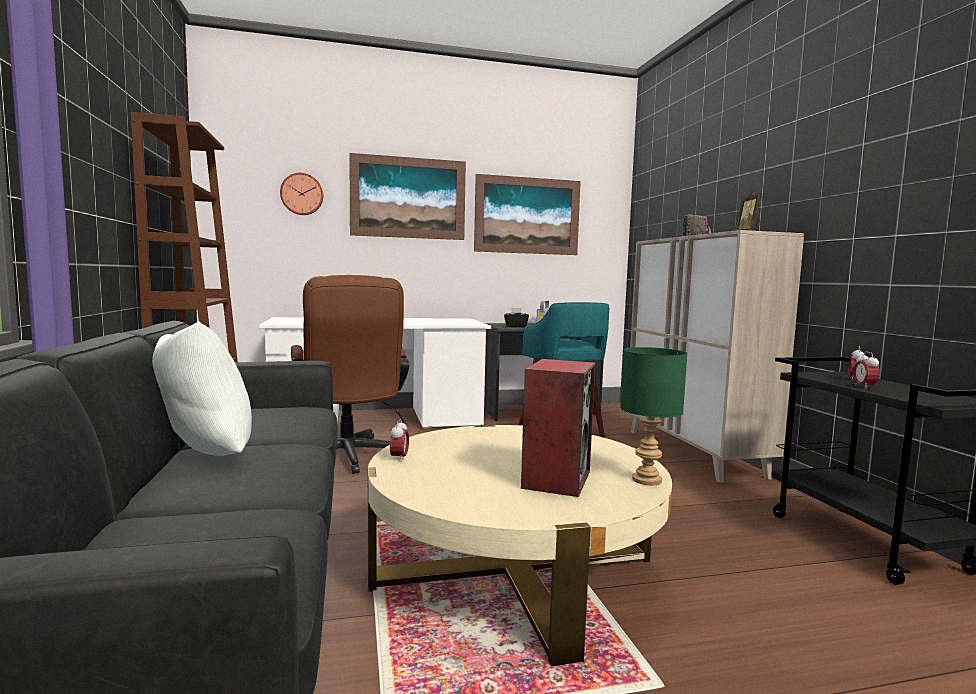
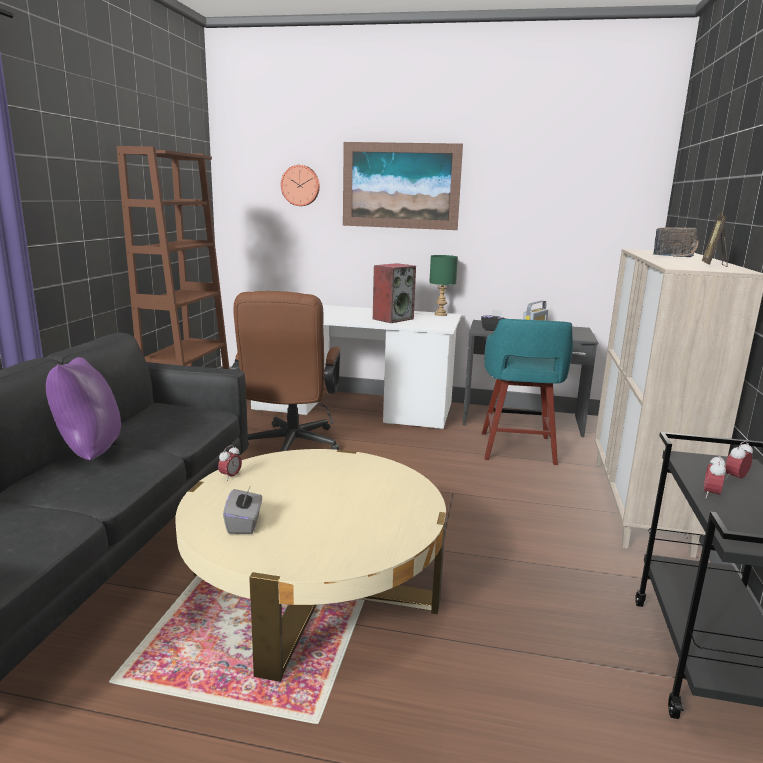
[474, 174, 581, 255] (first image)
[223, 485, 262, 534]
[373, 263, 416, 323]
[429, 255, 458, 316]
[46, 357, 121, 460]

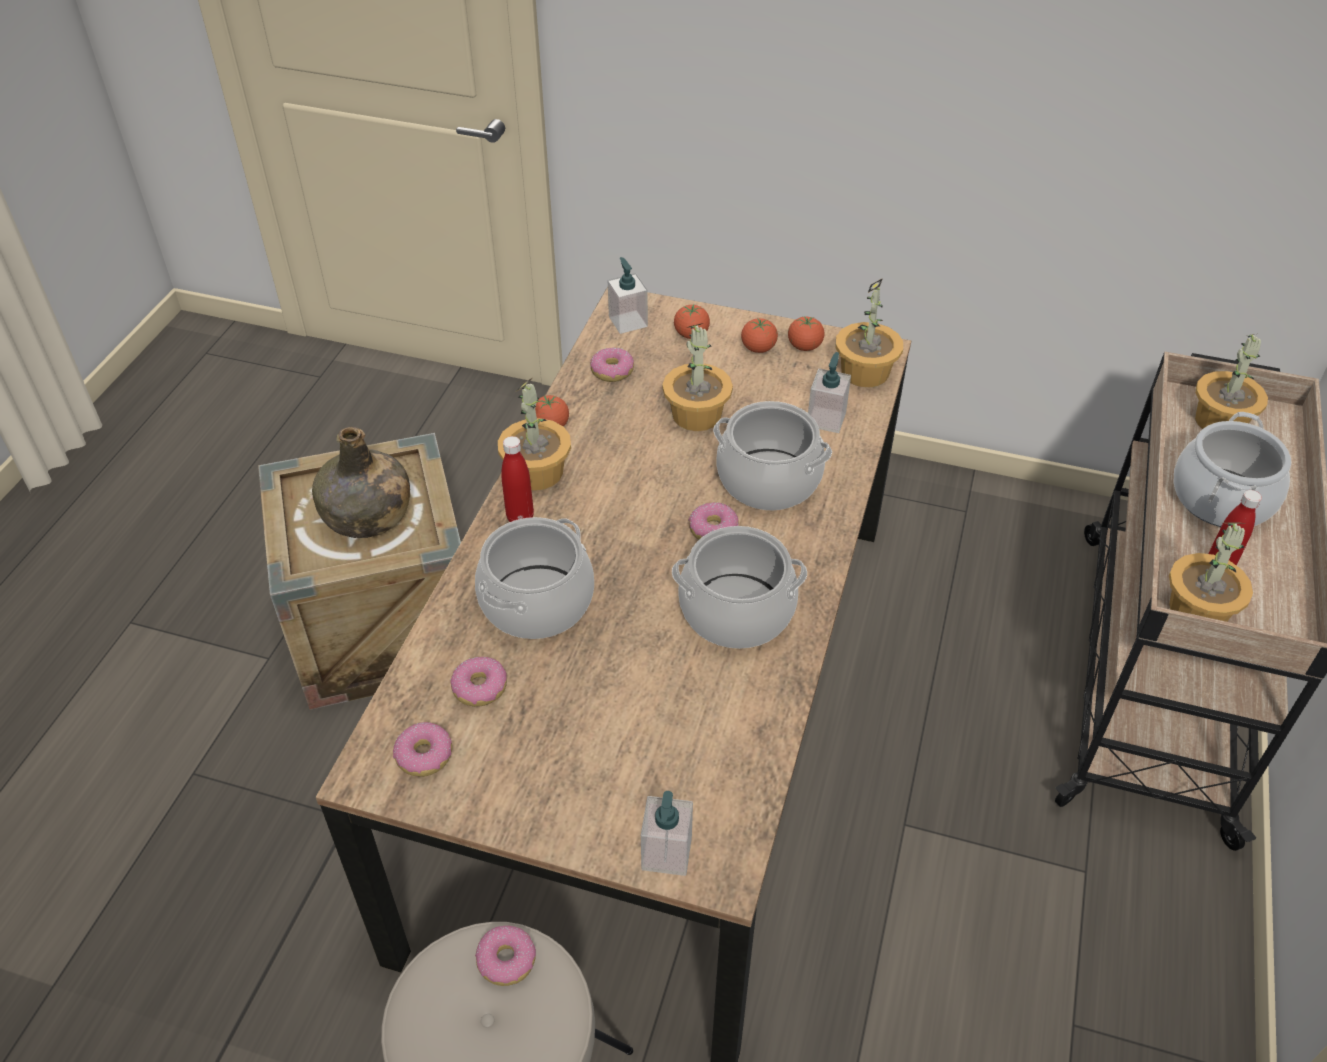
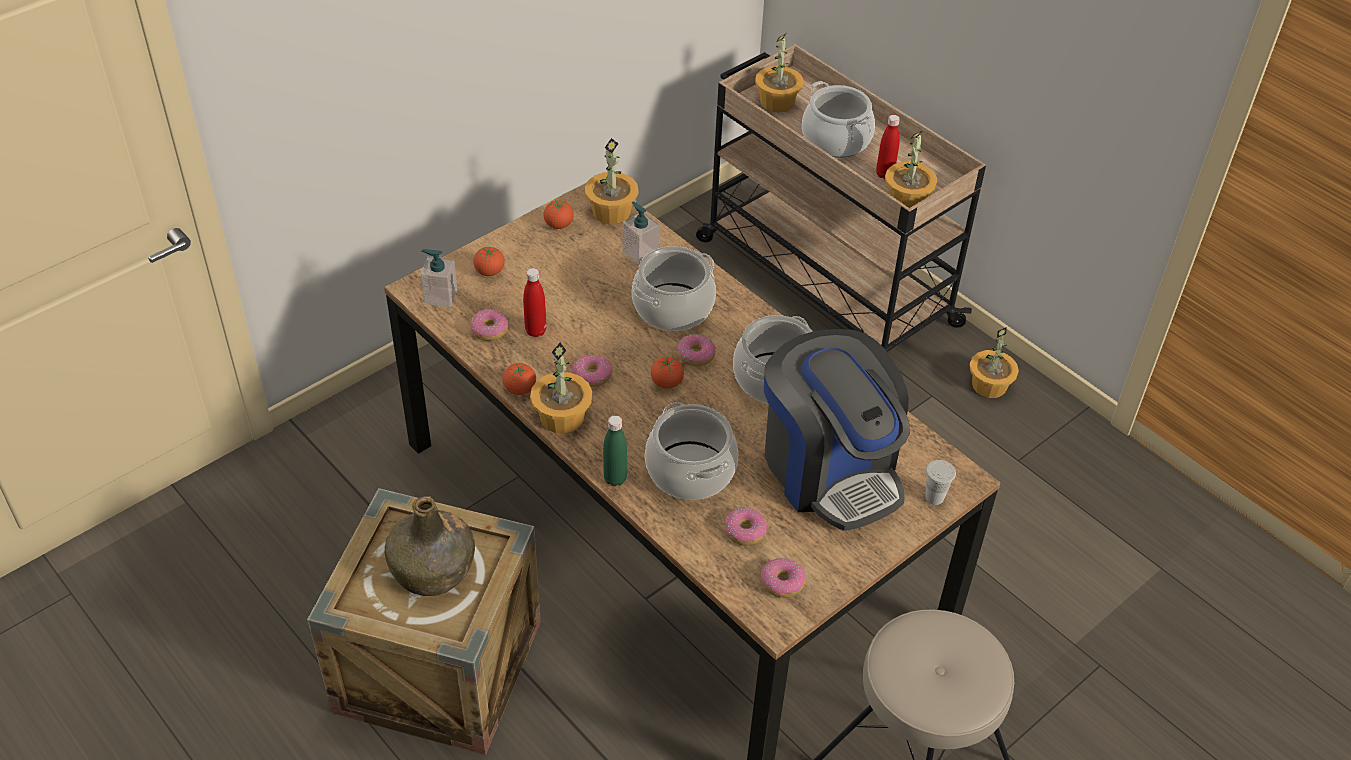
[603, 415, 627, 486]
[764, 329, 910, 531]
[572, 355, 613, 387]
[523, 268, 546, 337]
[969, 327, 1019, 398]
[651, 356, 684, 389]
[925, 460, 956, 505]

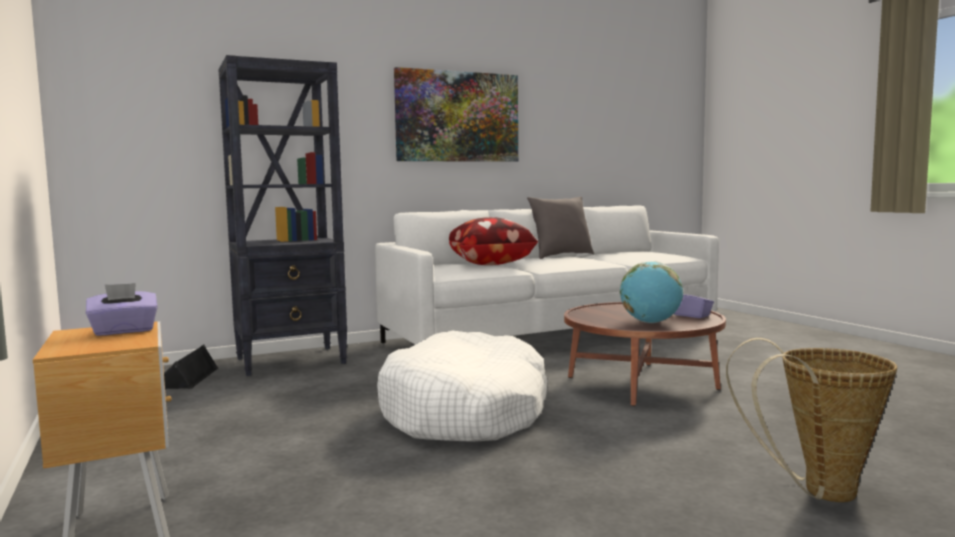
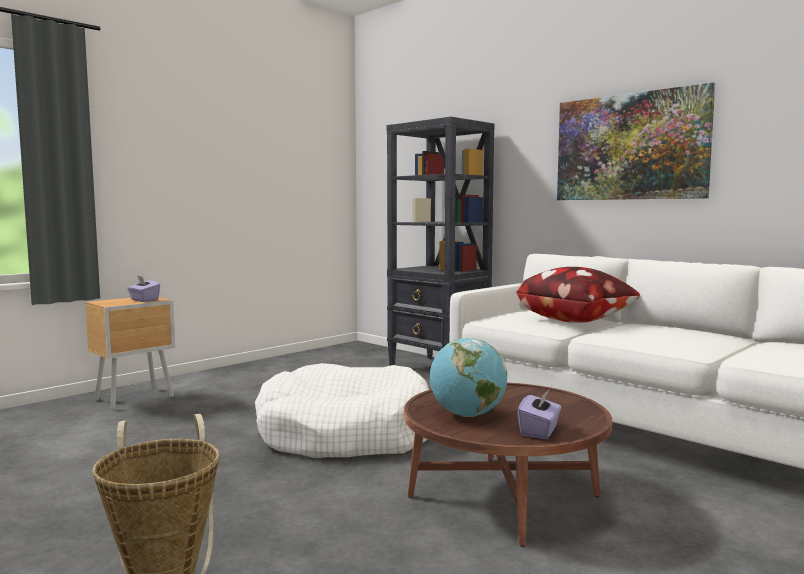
[164, 344, 219, 389] (first image)
[527, 197, 594, 259] (first image)

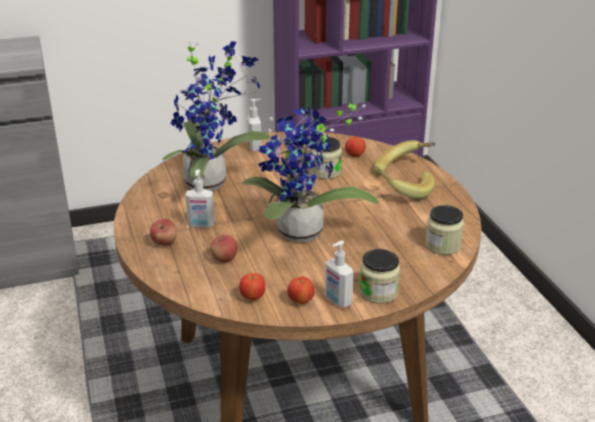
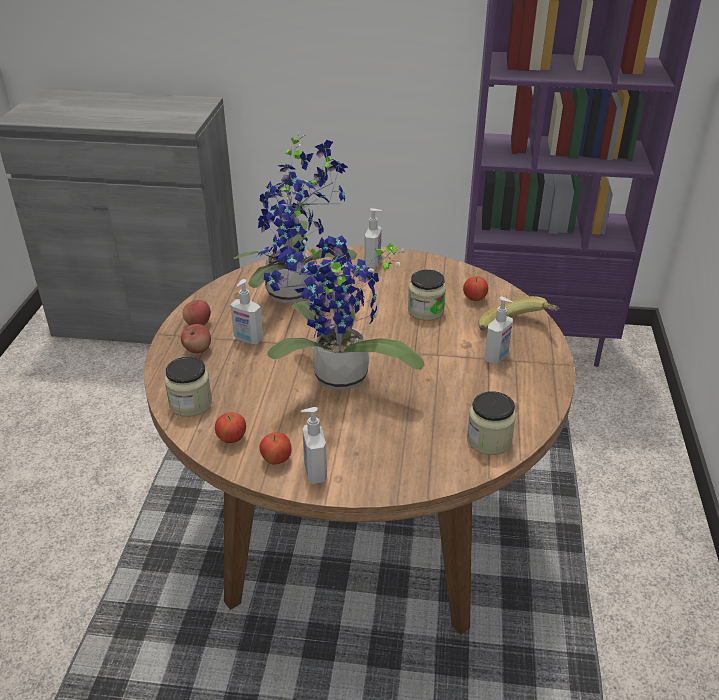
[183, 300, 211, 326]
[165, 357, 212, 417]
[484, 296, 513, 365]

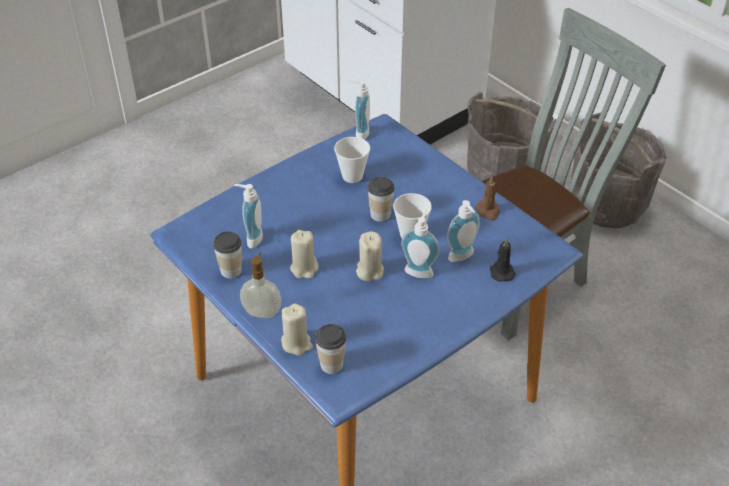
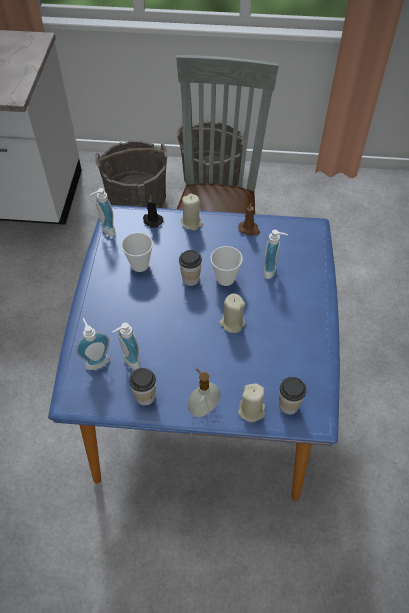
[181, 194, 203, 231]
[76, 318, 110, 370]
[143, 195, 163, 228]

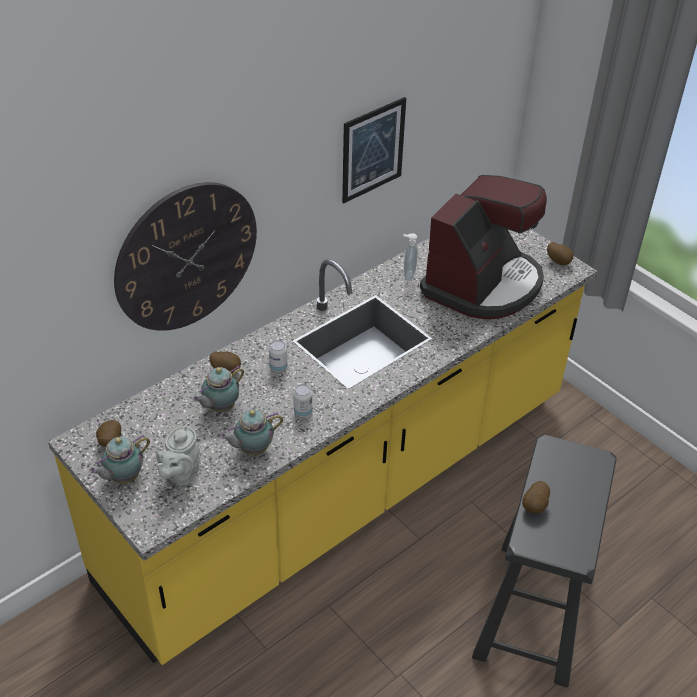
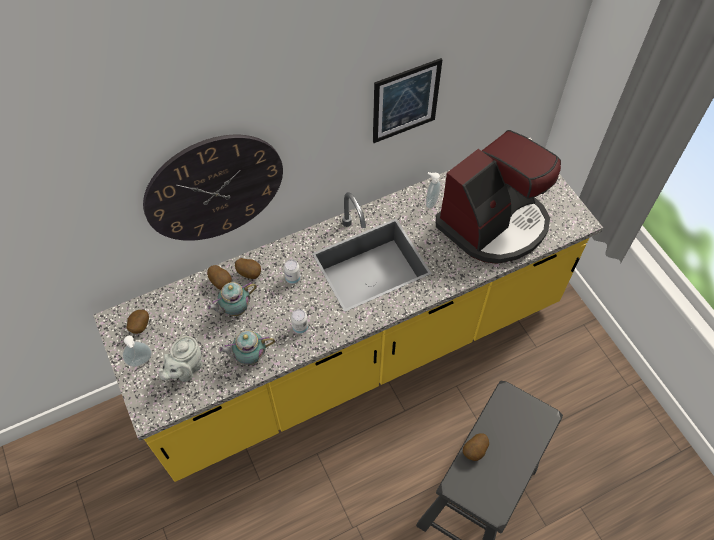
[207, 265, 232, 290]
[123, 336, 152, 367]

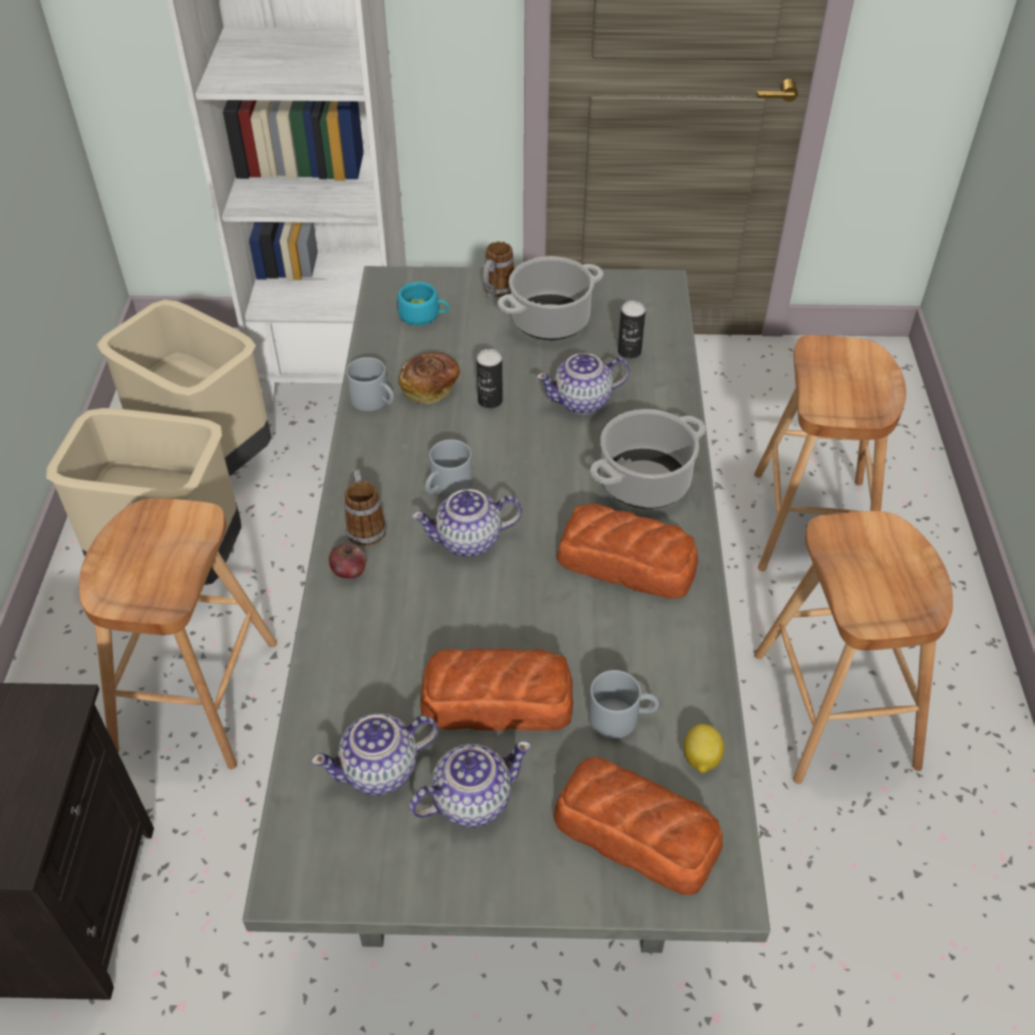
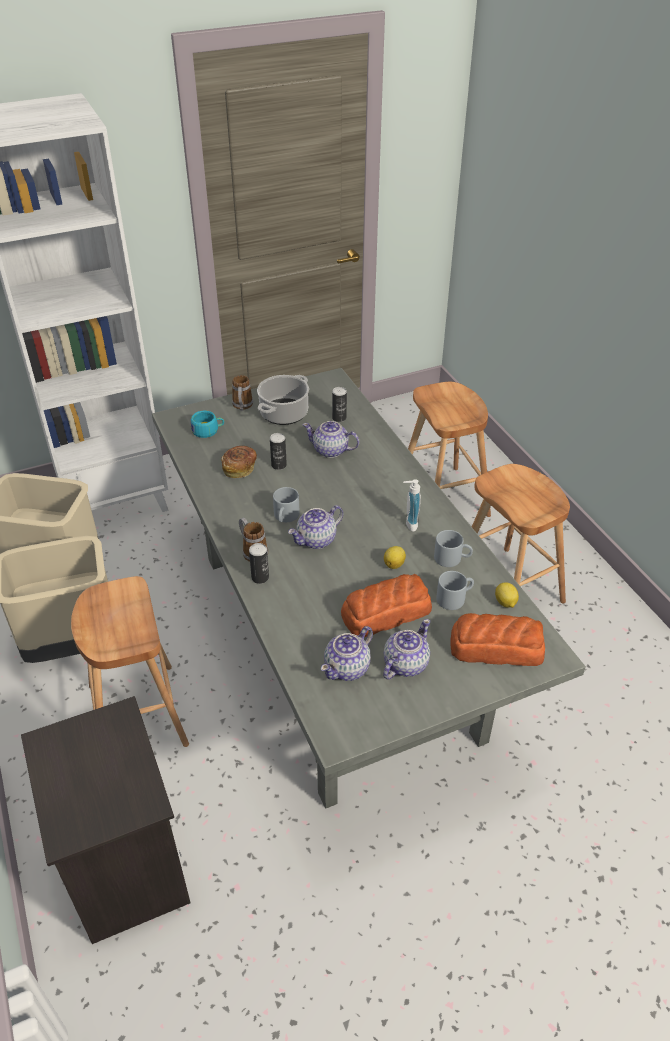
[590, 409, 706, 509] (first image)
[384, 546, 406, 569]
[434, 530, 473, 567]
[249, 543, 269, 584]
[403, 479, 421, 532]
[303, 421, 359, 458]

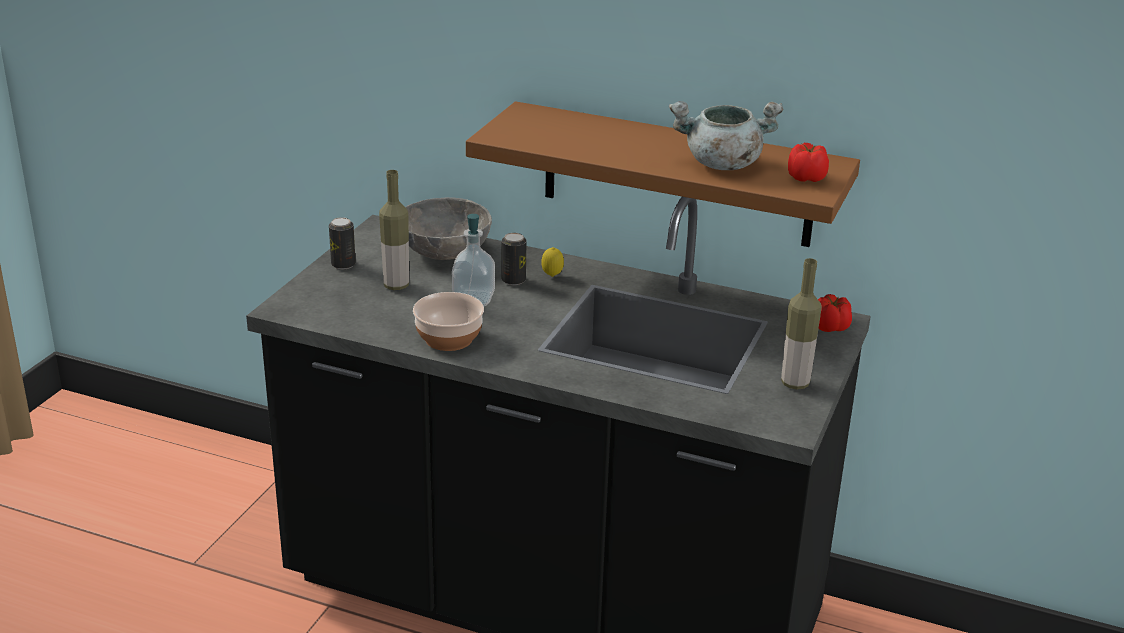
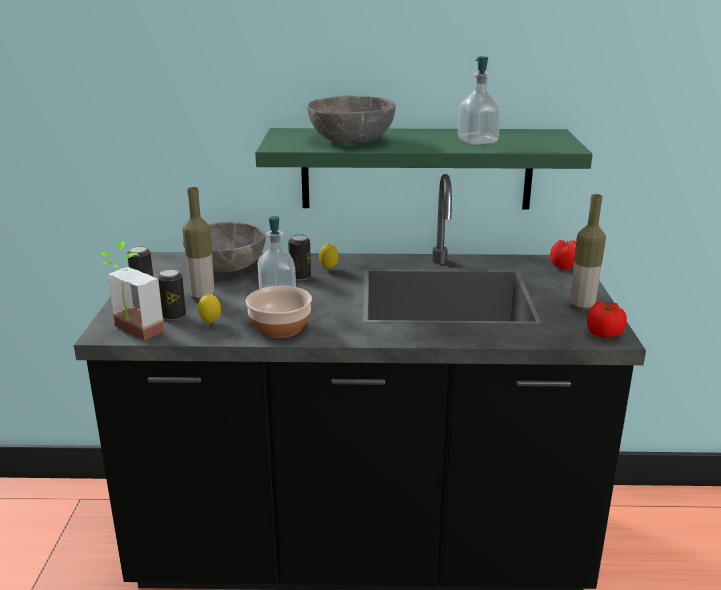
[97, 242, 165, 340]
[157, 269, 186, 320]
[198, 294, 221, 324]
[307, 95, 396, 143]
[587, 302, 627, 338]
[458, 56, 501, 145]
[255, 128, 593, 209]

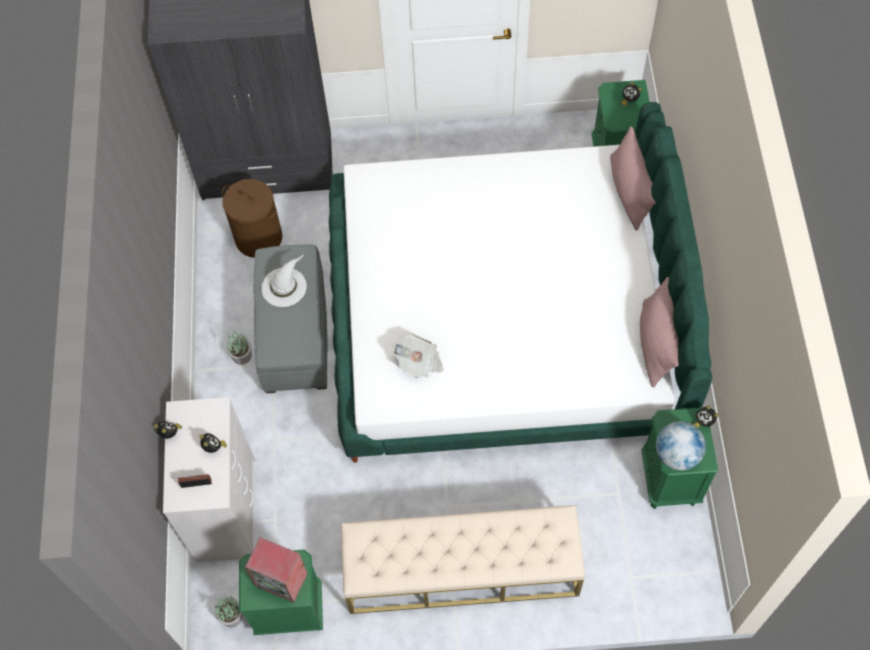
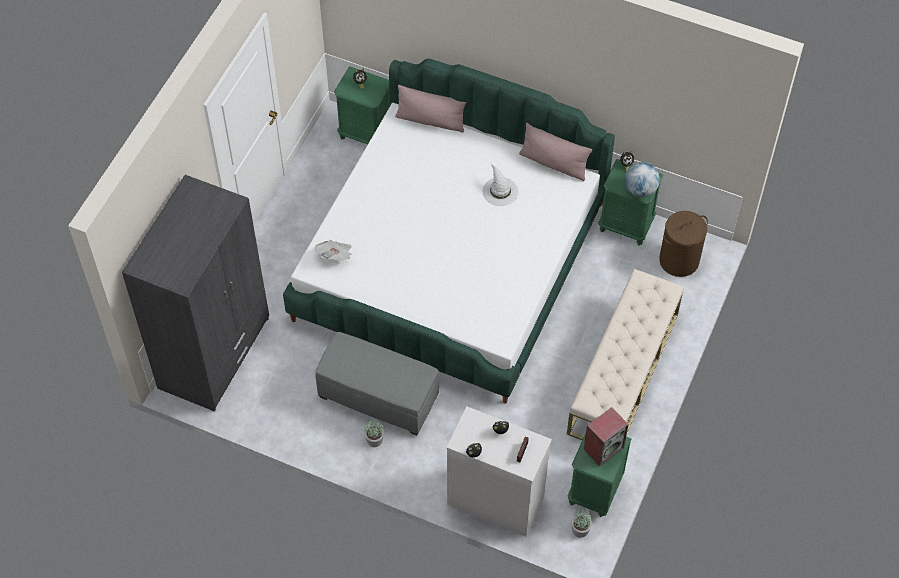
[659, 211, 708, 277]
[483, 163, 518, 206]
[315, 240, 351, 261]

